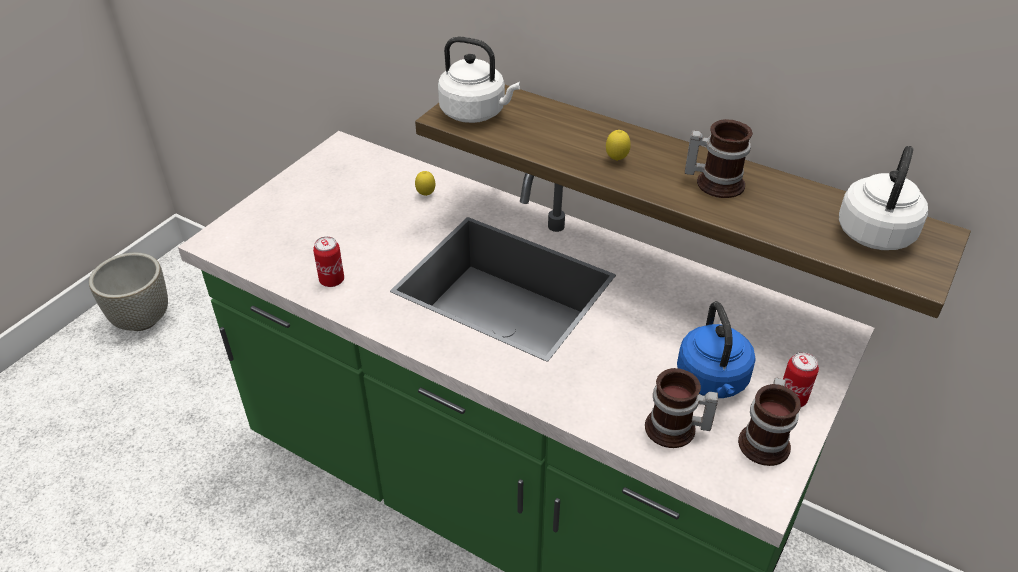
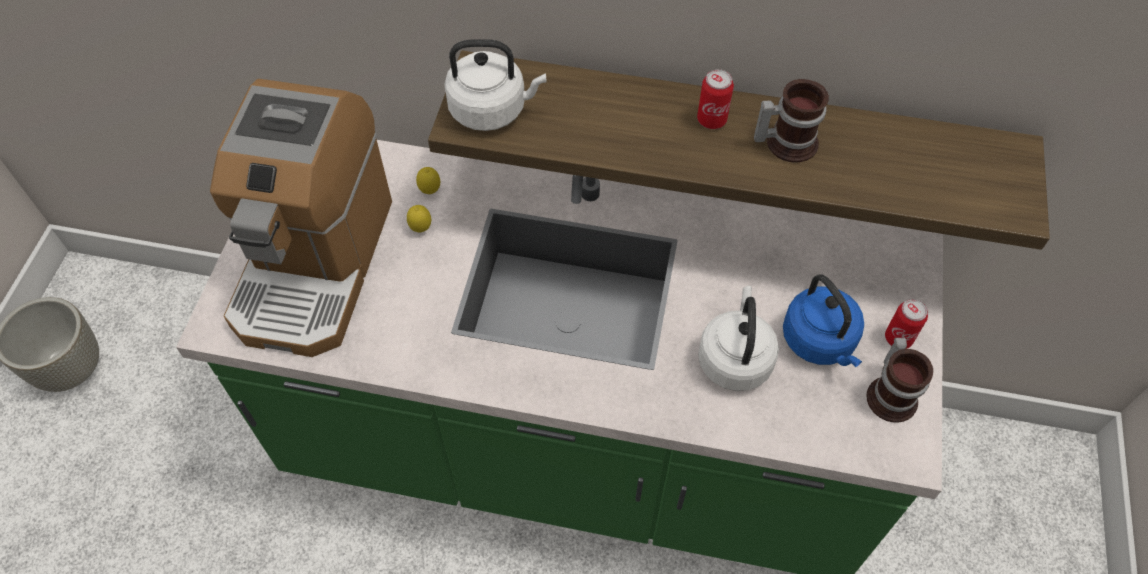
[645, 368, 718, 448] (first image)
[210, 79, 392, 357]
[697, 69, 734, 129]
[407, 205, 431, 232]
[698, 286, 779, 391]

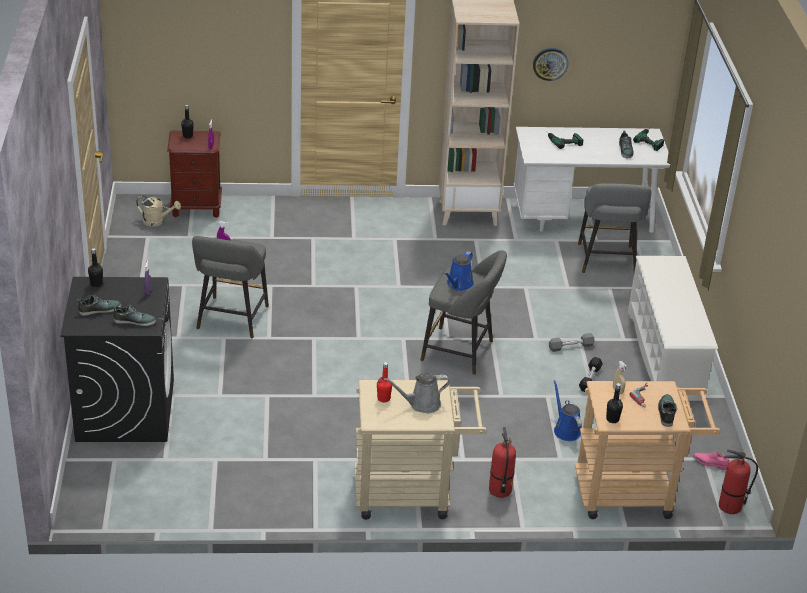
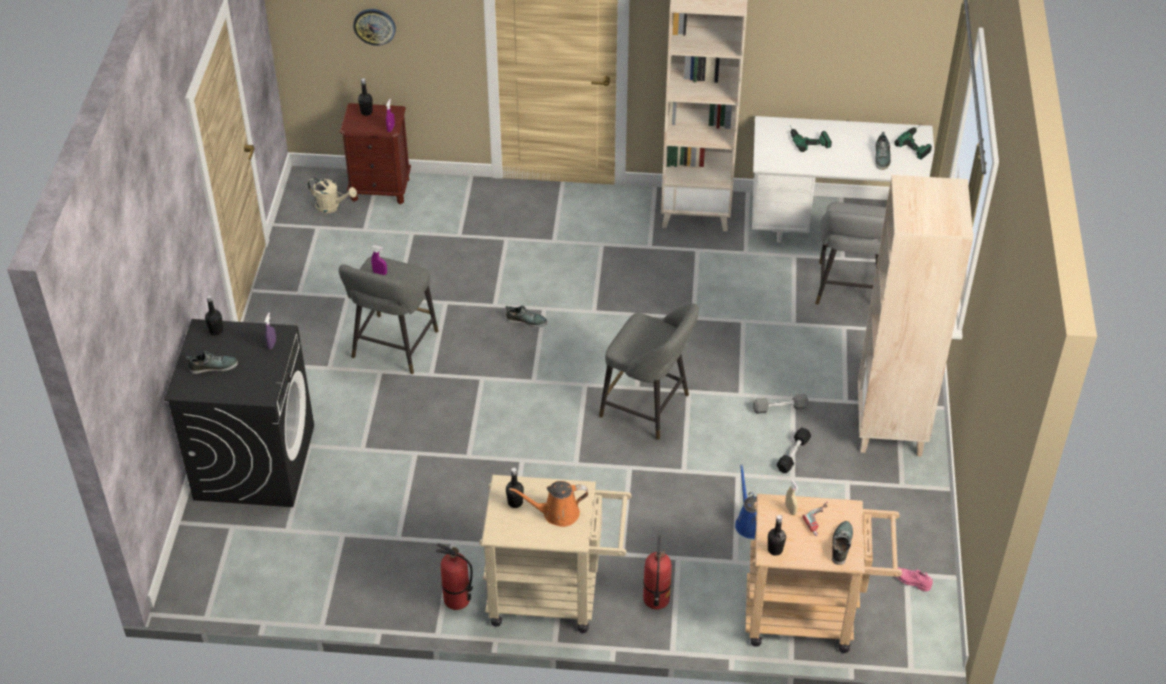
[443, 251, 474, 291] (first image)
[505, 305, 547, 327]
[353, 9, 396, 46]
[436, 543, 473, 610]
[858, 175, 973, 457]
[506, 468, 524, 508]
[509, 481, 588, 527]

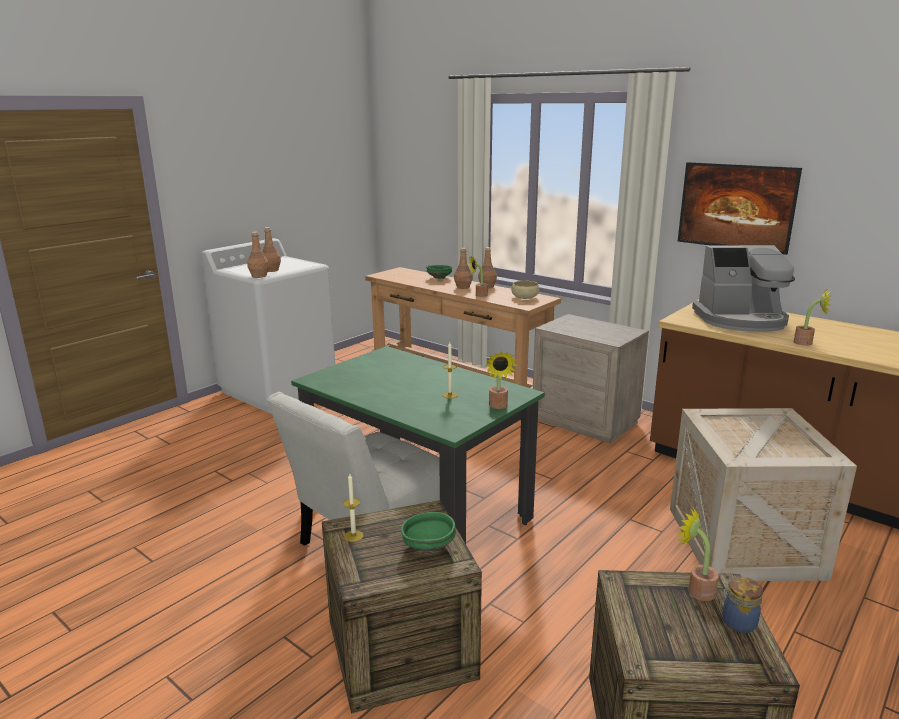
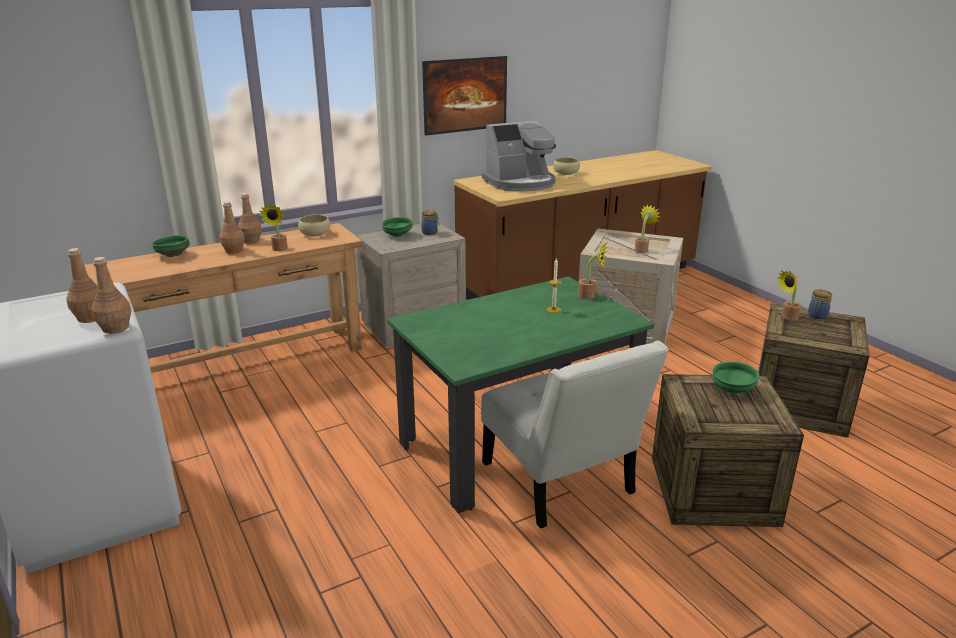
[343, 474, 364, 542] (first image)
[382, 217, 413, 237]
[421, 210, 439, 235]
[553, 157, 580, 175]
[635, 204, 661, 253]
[482, 120, 556, 191]

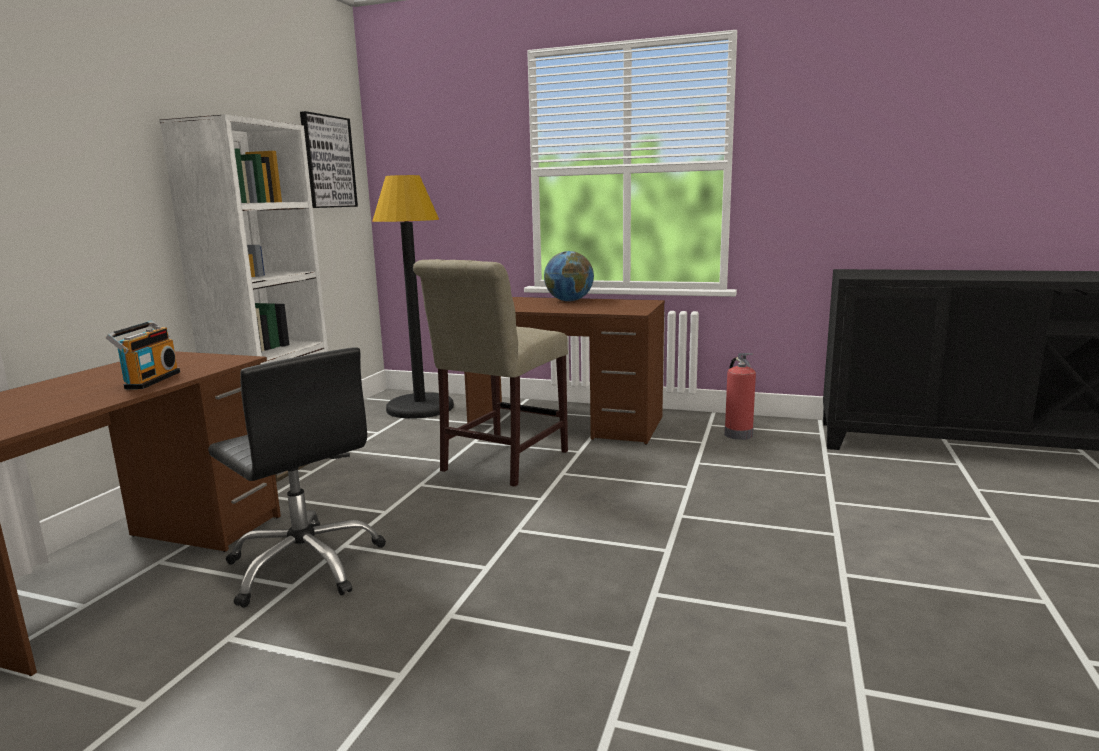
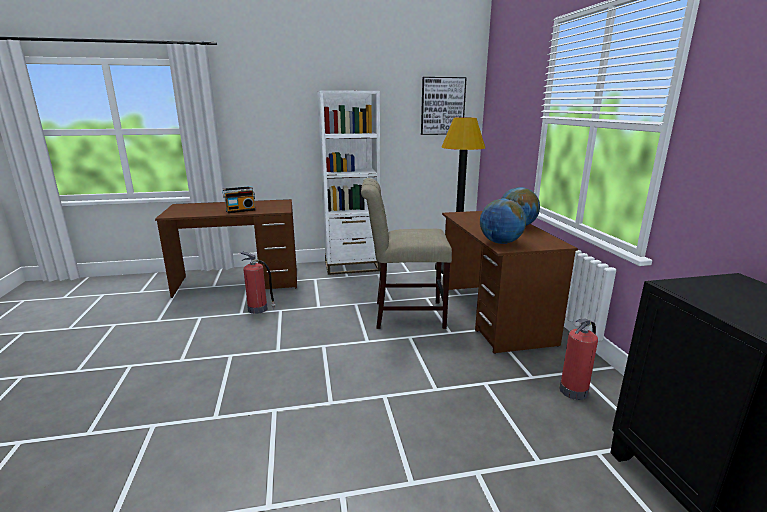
[480, 199, 526, 244]
[240, 251, 275, 314]

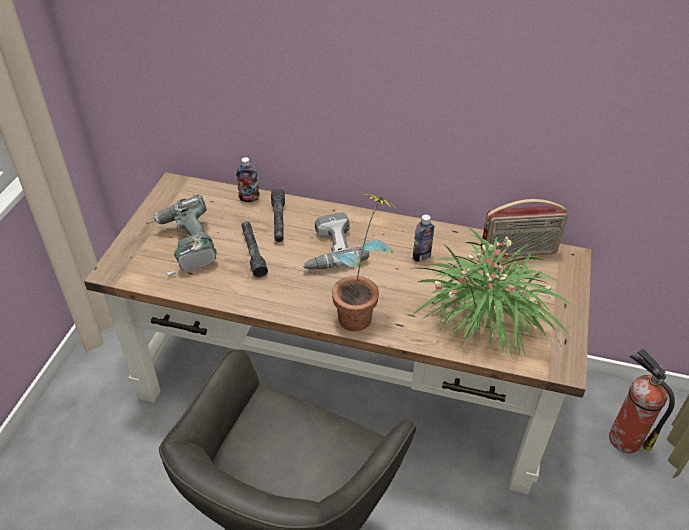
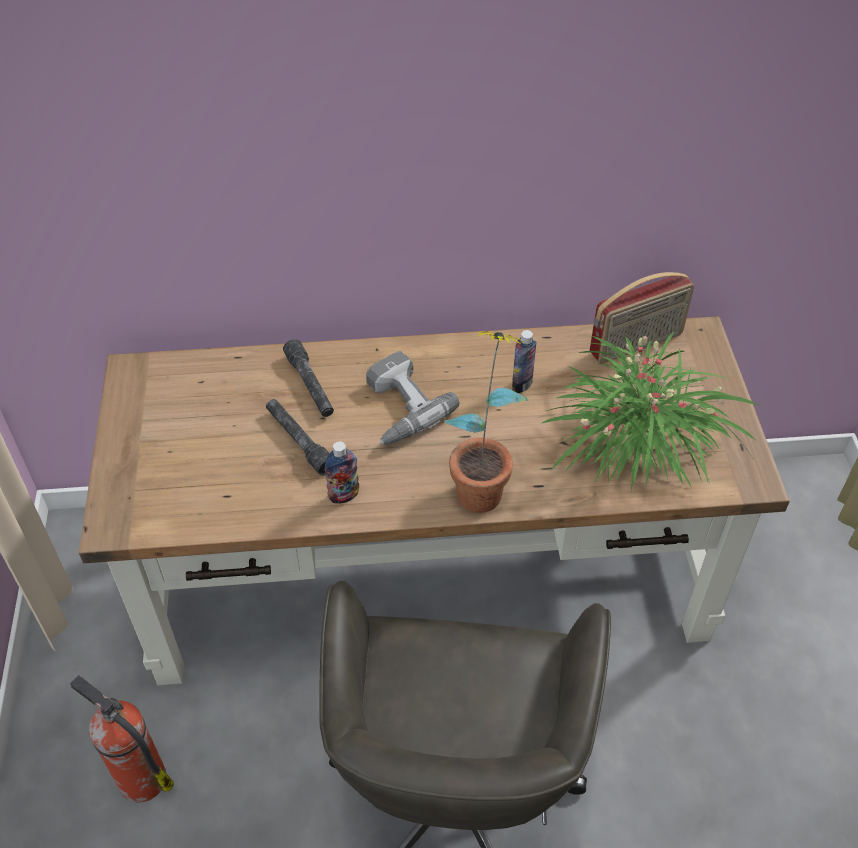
[144, 194, 217, 276] (first image)
[325, 441, 359, 504]
[70, 675, 174, 803]

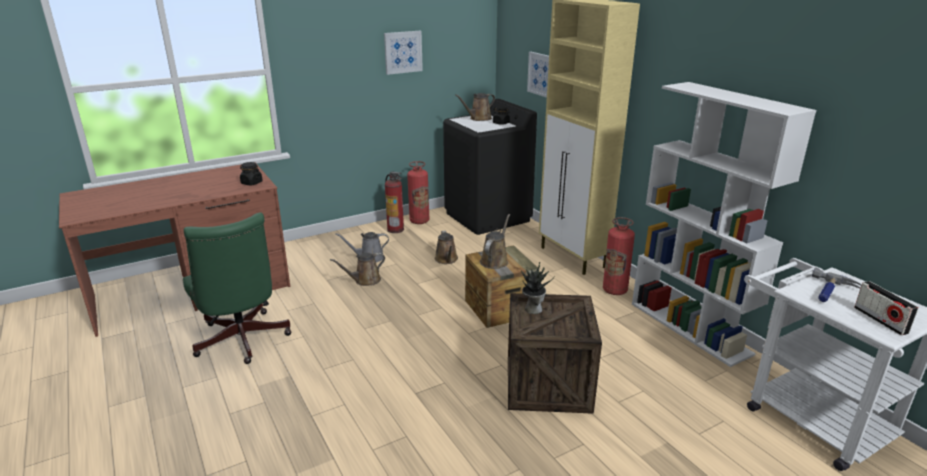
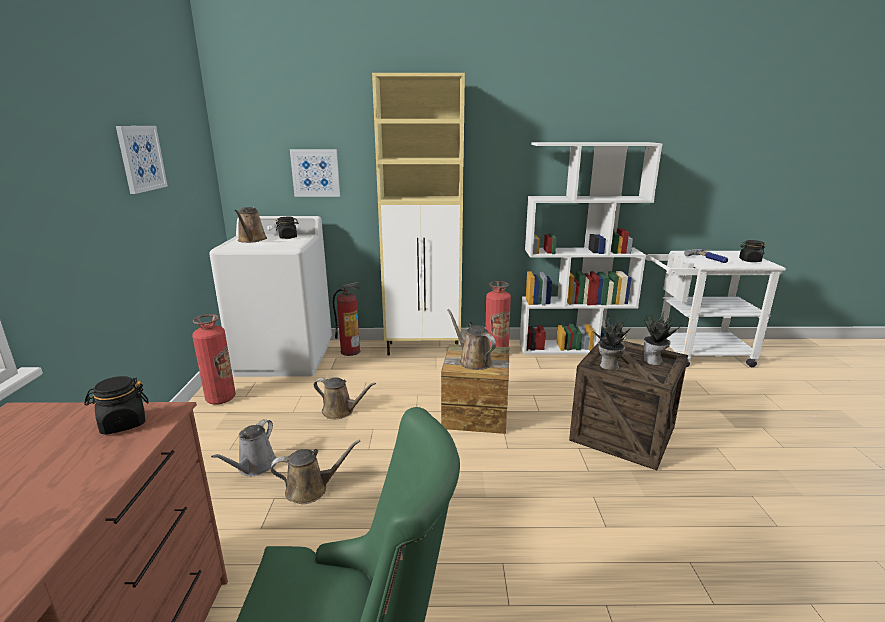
[644, 312, 682, 365]
[333, 282, 360, 356]
[739, 240, 765, 262]
[209, 216, 332, 377]
[271, 440, 361, 504]

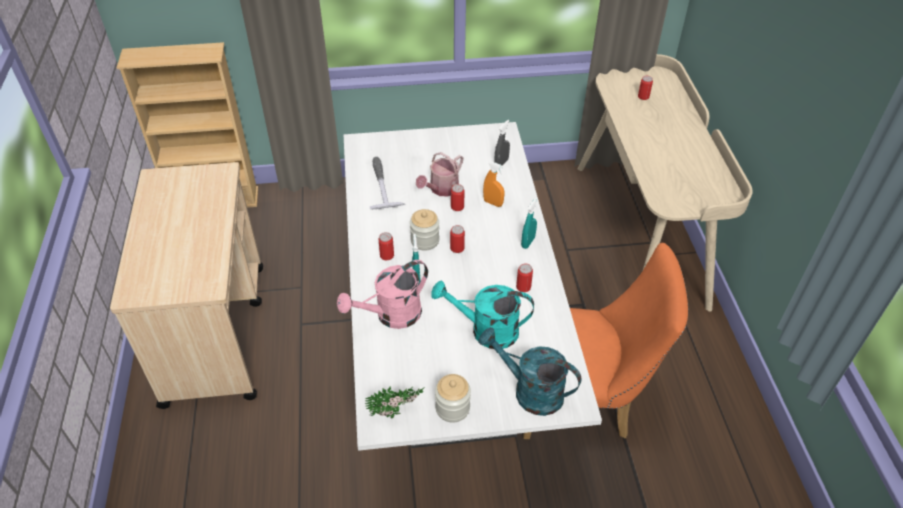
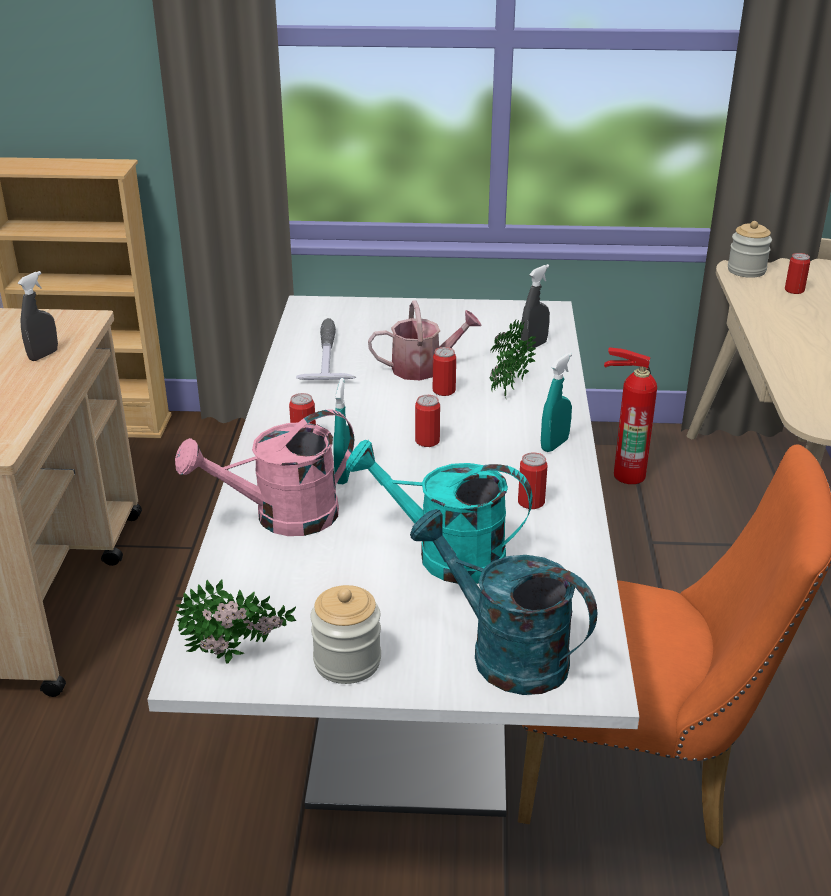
[18, 271, 58, 361]
[604, 347, 657, 484]
[728, 221, 772, 278]
[490, 320, 536, 398]
[368, 300, 481, 380]

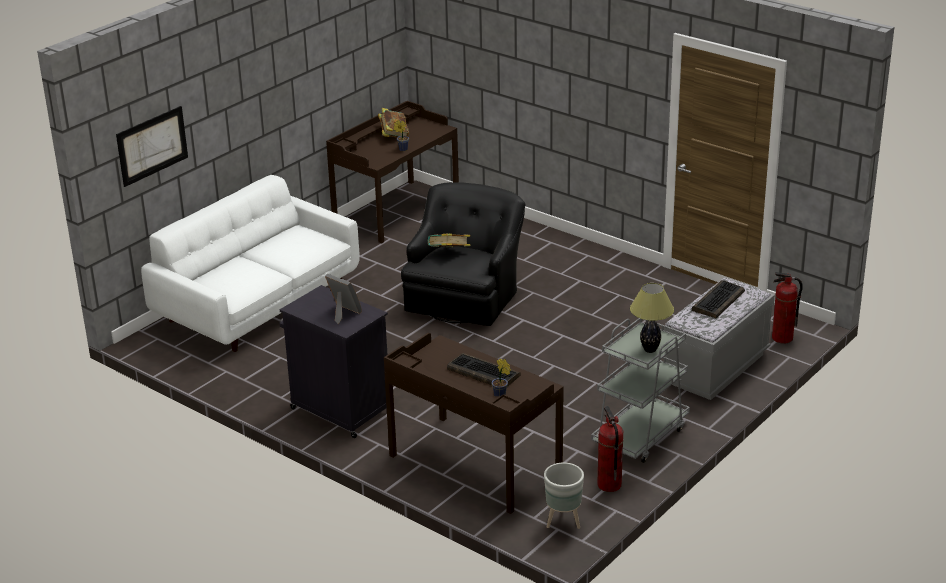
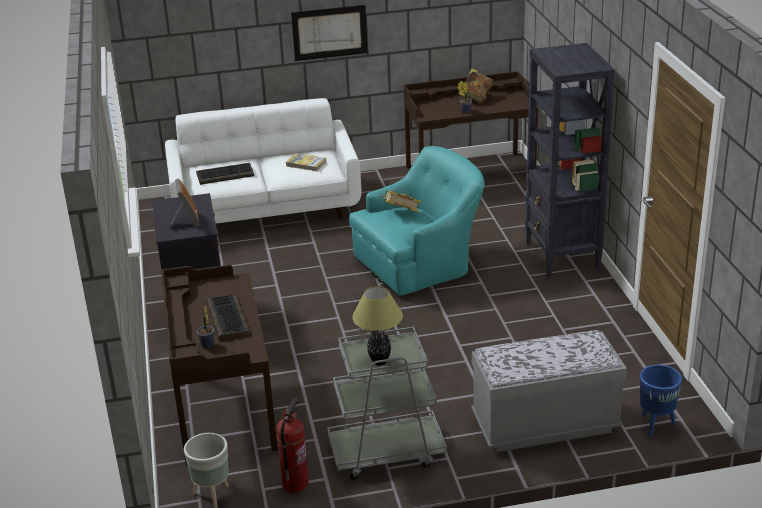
[286, 153, 326, 171]
[525, 43, 615, 278]
[291, 5, 368, 61]
[196, 163, 254, 185]
[640, 365, 682, 436]
[349, 146, 484, 296]

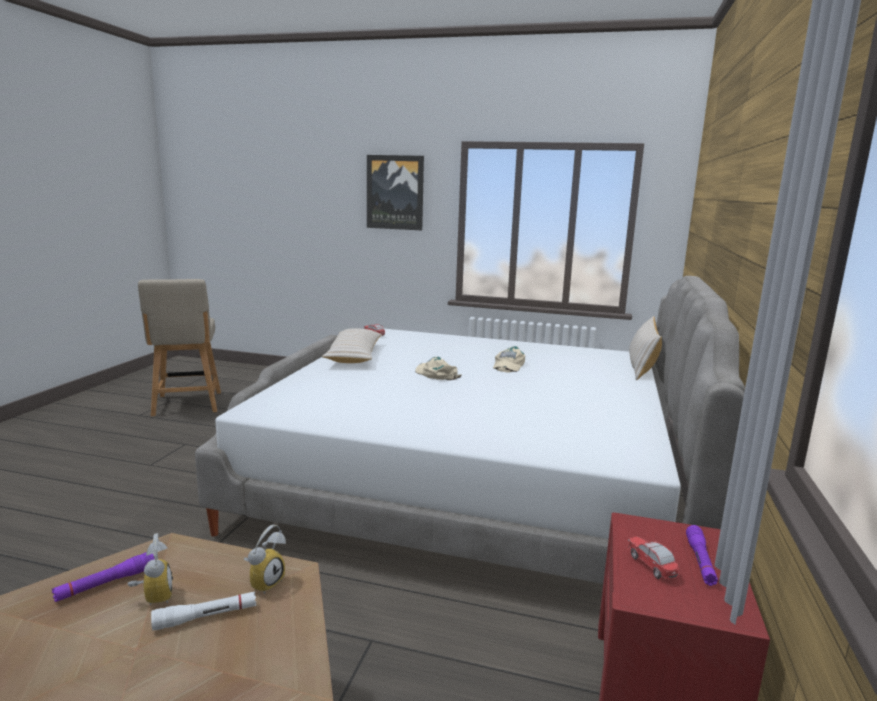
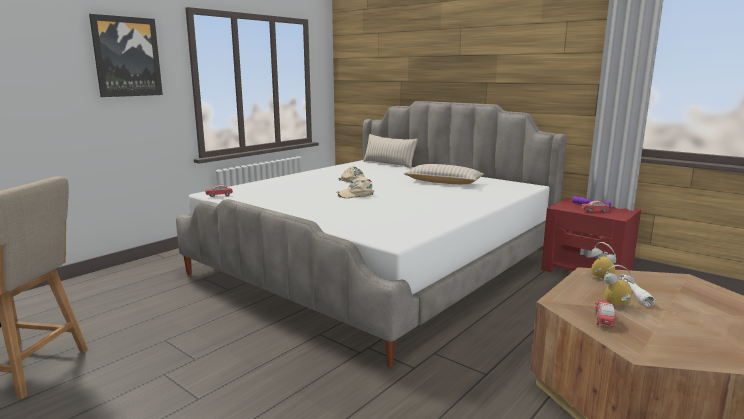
[404, 164, 484, 184]
[595, 300, 615, 327]

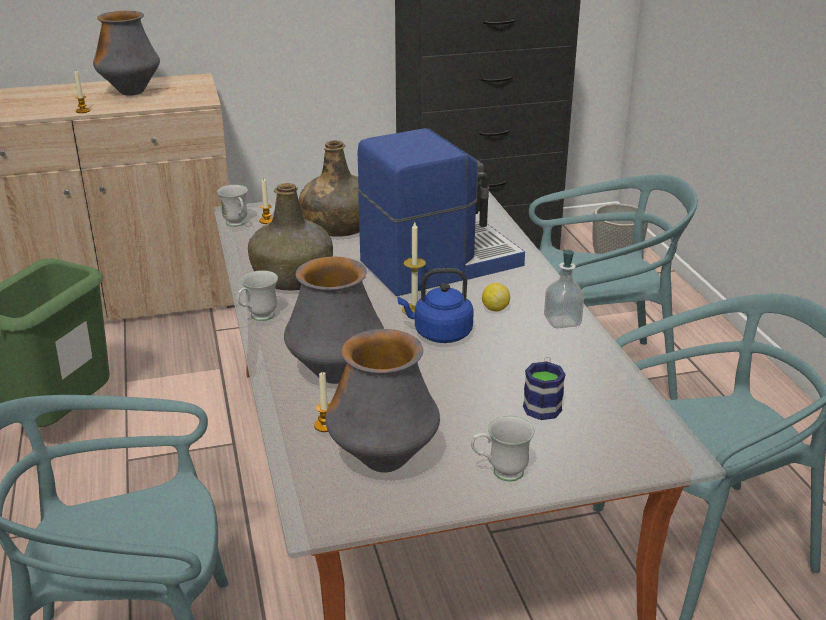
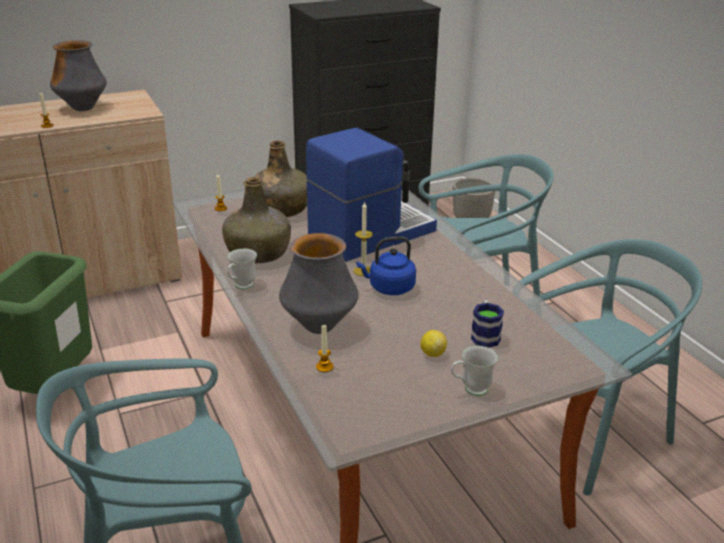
[217, 185, 248, 227] (first image)
[325, 329, 440, 473] (first image)
[544, 250, 584, 328] (first image)
[420, 330, 447, 357]

